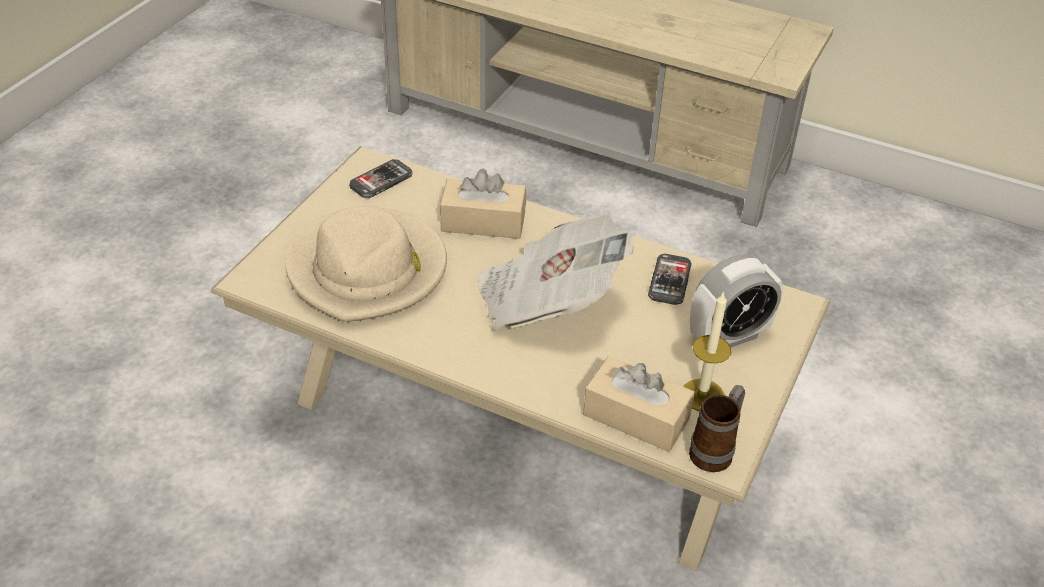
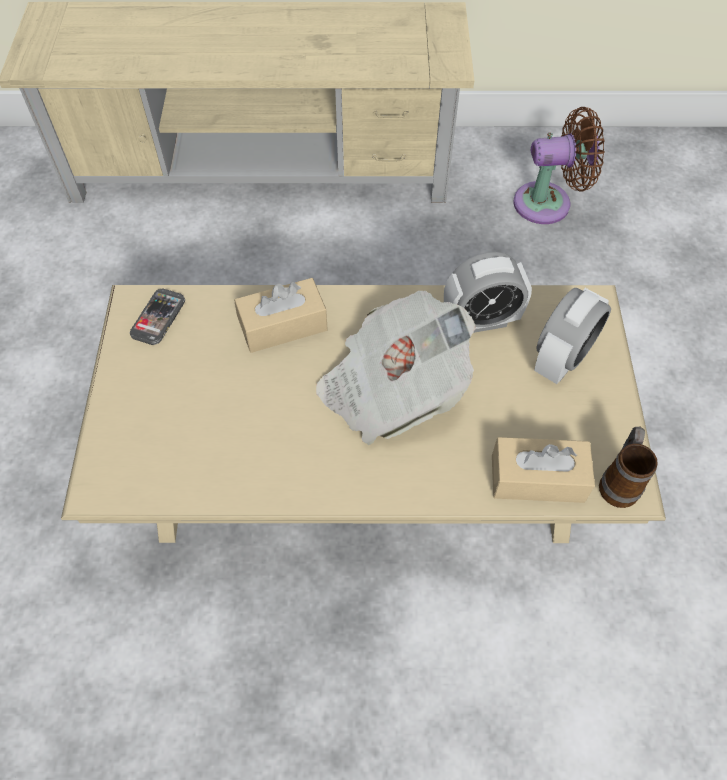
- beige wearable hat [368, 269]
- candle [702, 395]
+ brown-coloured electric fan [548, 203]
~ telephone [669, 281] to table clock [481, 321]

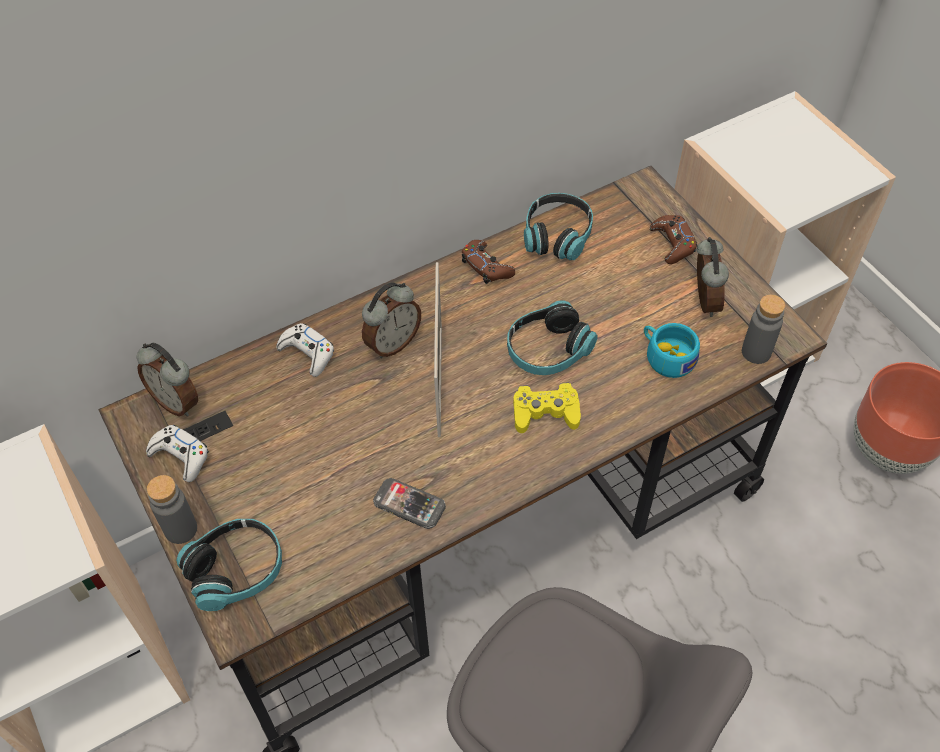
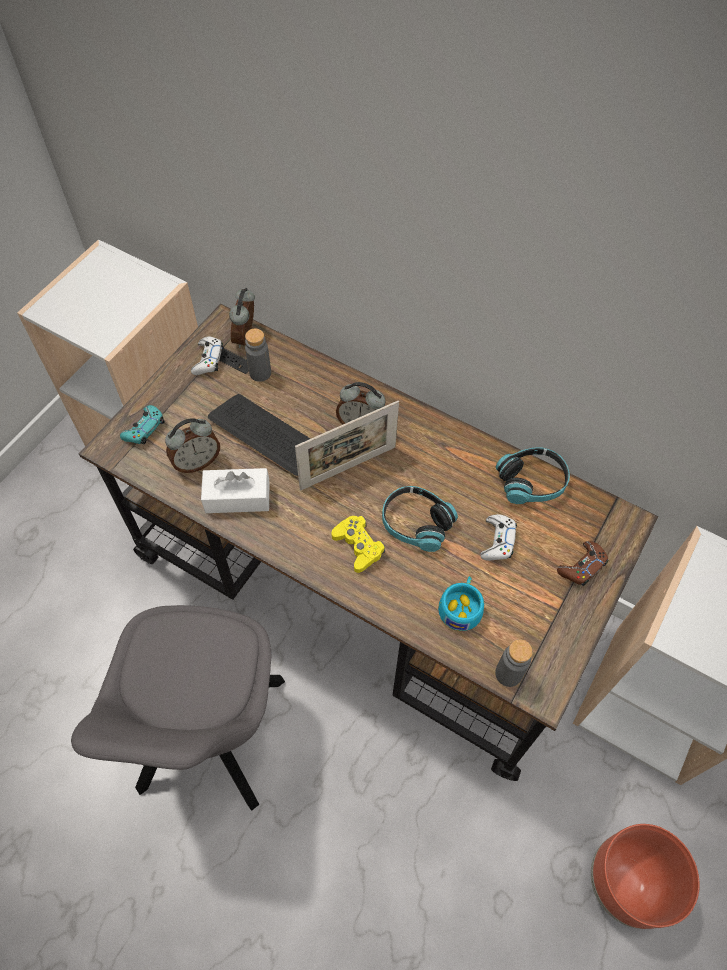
- brown-coloured game controller [486, 267]
+ PC keyboard [266, 435]
~ gray drink bottle [181, 529] to [260, 373]
~ white game controller [307, 353] to [497, 541]
~ table clock [702, 301] to [197, 462]
~ pair of headphones [236, 570] to turquoise game controller [144, 429]
~ telephone [409, 504] to white tissue box [237, 497]

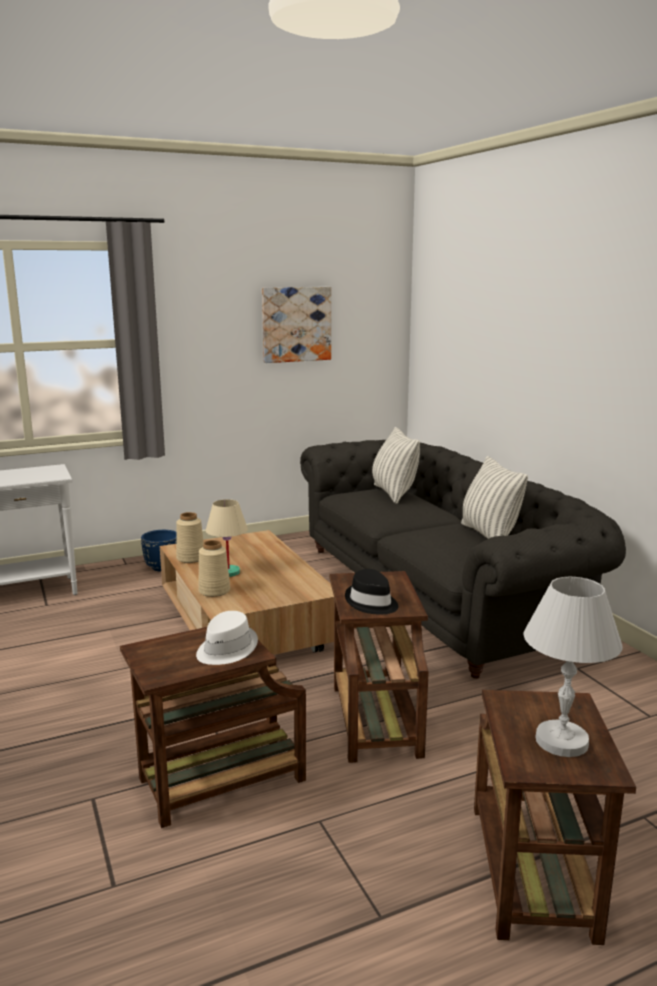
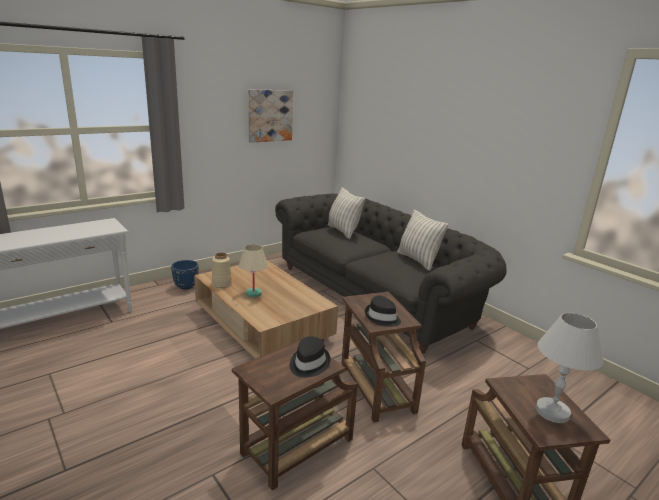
- beige decorative vase [214, 591]
~ white wearable hat [226, 649] to black wearable hat [308, 363]

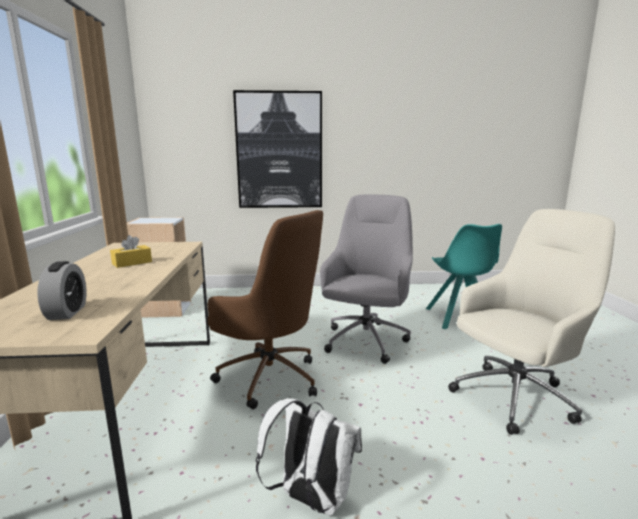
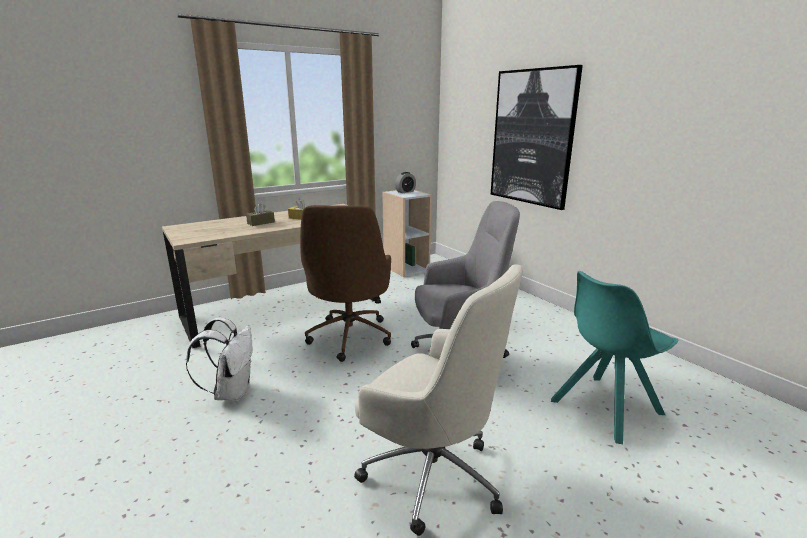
+ brown-coloured tissue box [261, 223]
~ table clock [67, 312] to [405, 192]

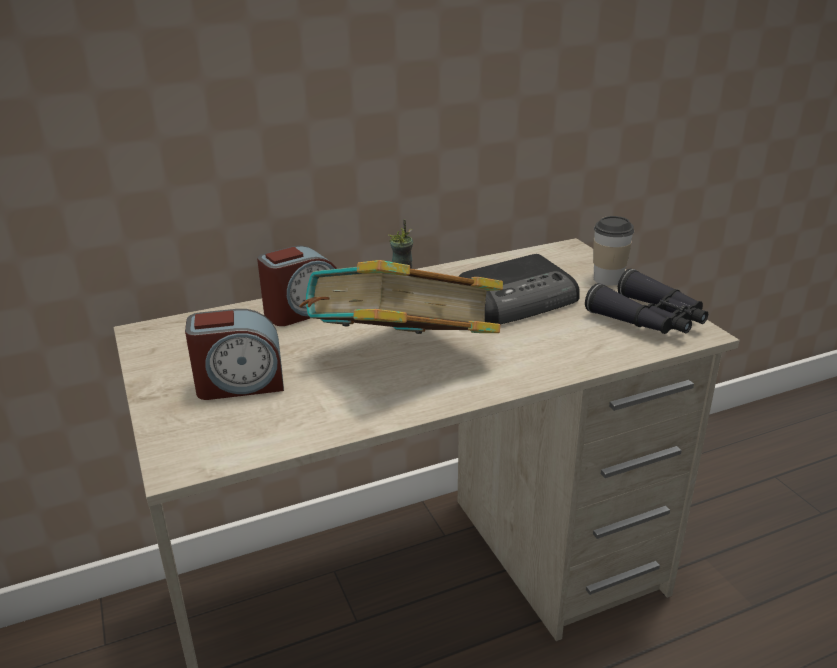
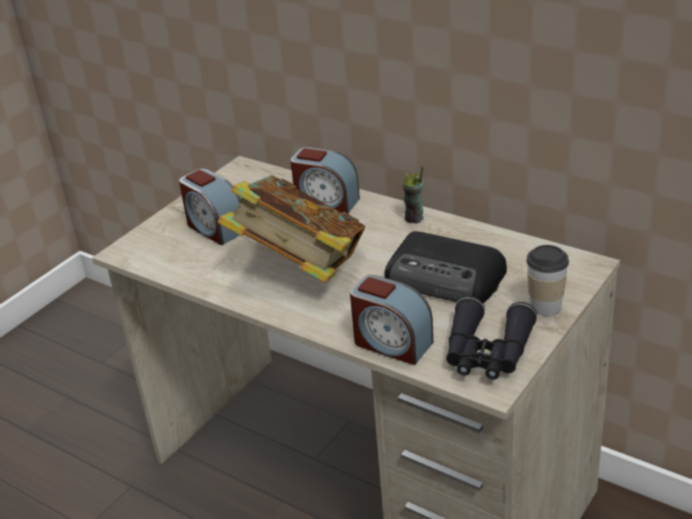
+ table clock [391, 343]

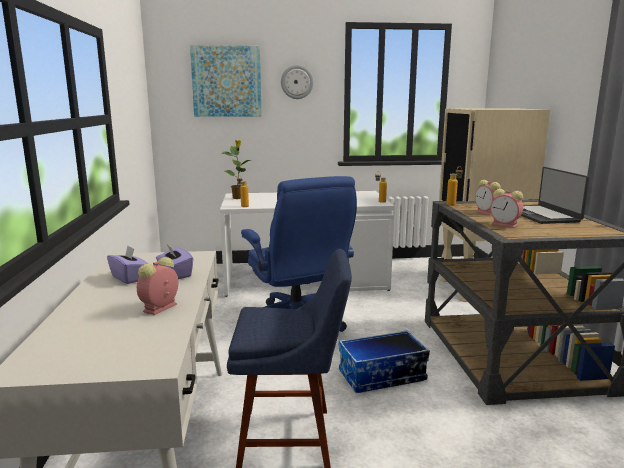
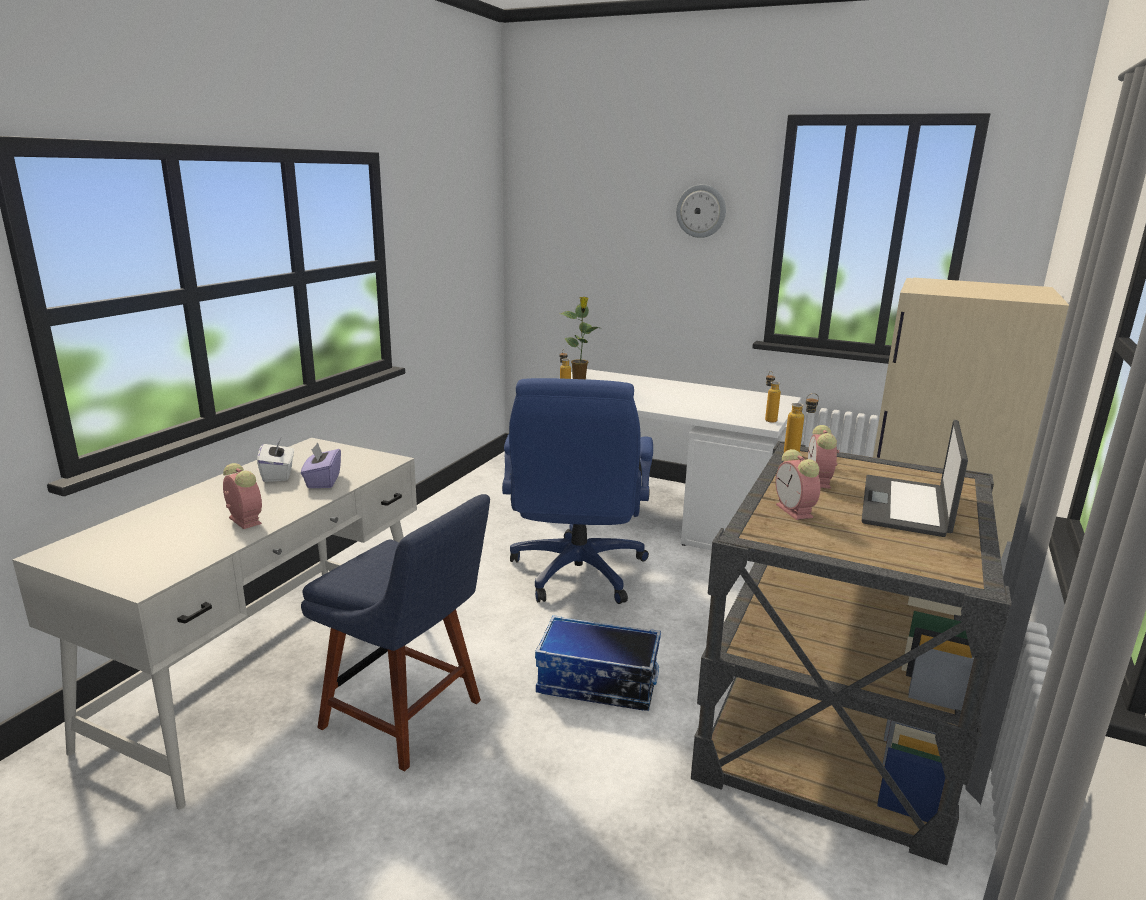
- picture [226, 81]
~ purple tissue box [129, 278] to white tissue box [278, 474]
~ table clock [159, 308] = [243, 520] 75 degrees clockwise

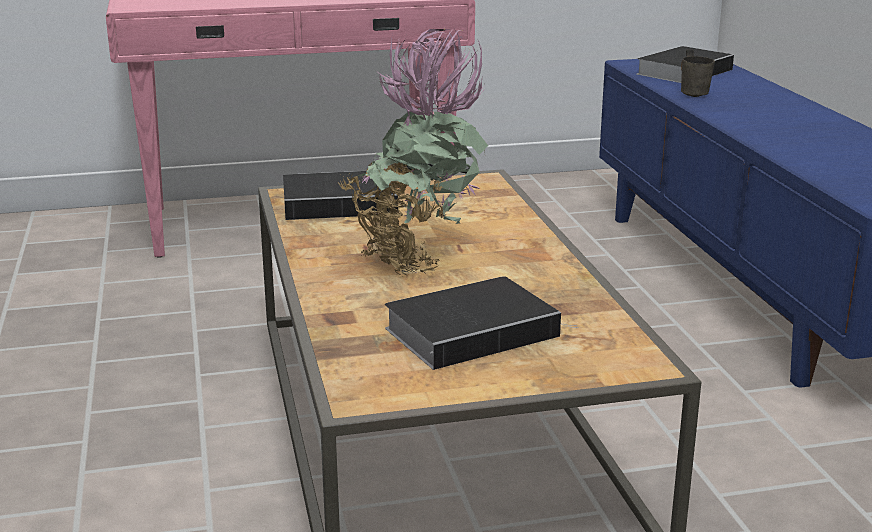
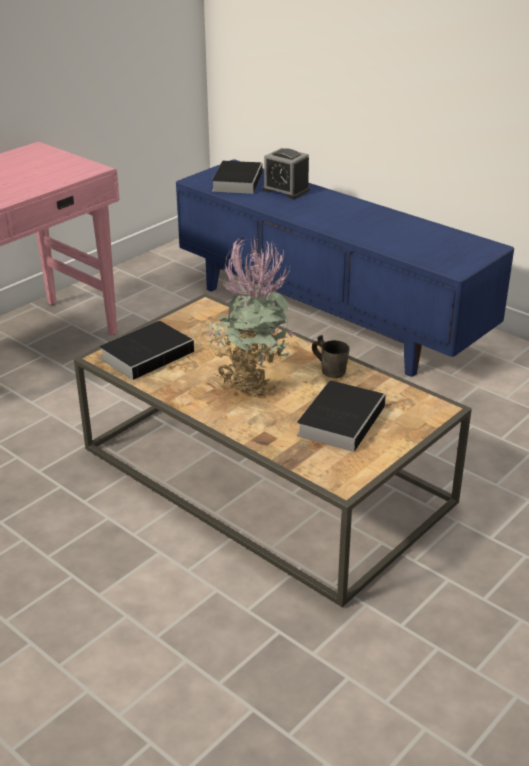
+ table clock [286, 190]
~ gray mug [695, 92] to [331, 370]

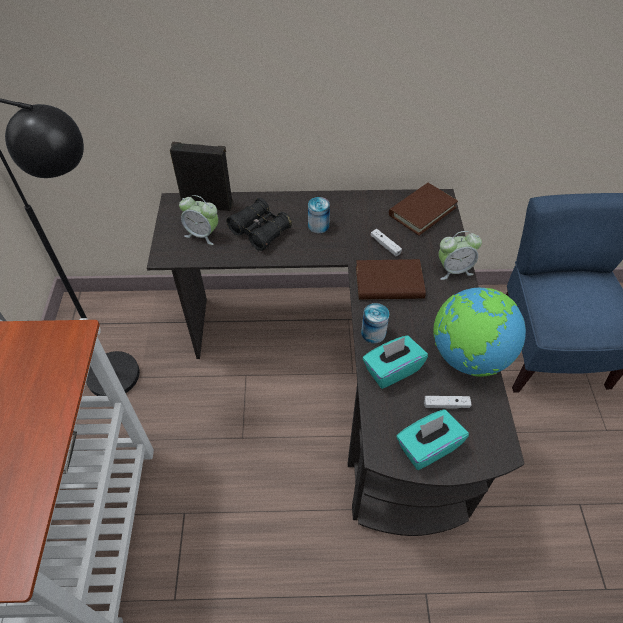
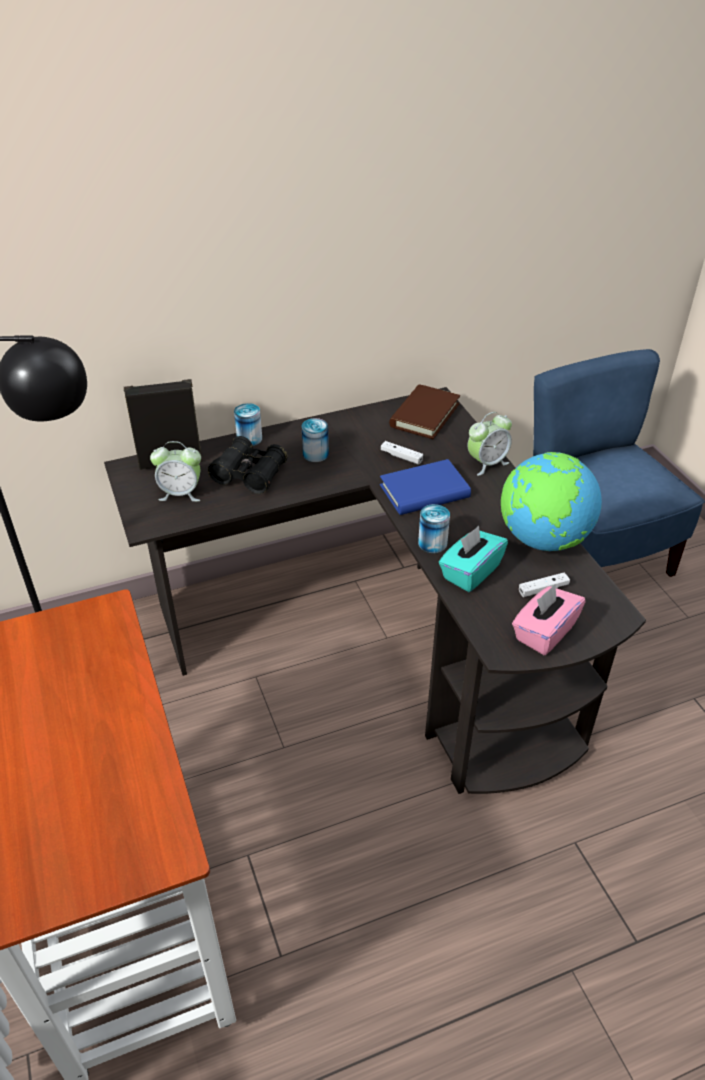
+ sealed can [249, 438]
~ brown-coloured volume [389, 283] to blue volume [424, 491]
~ turquoise tissue box [427, 447] to pink tissue box [544, 632]

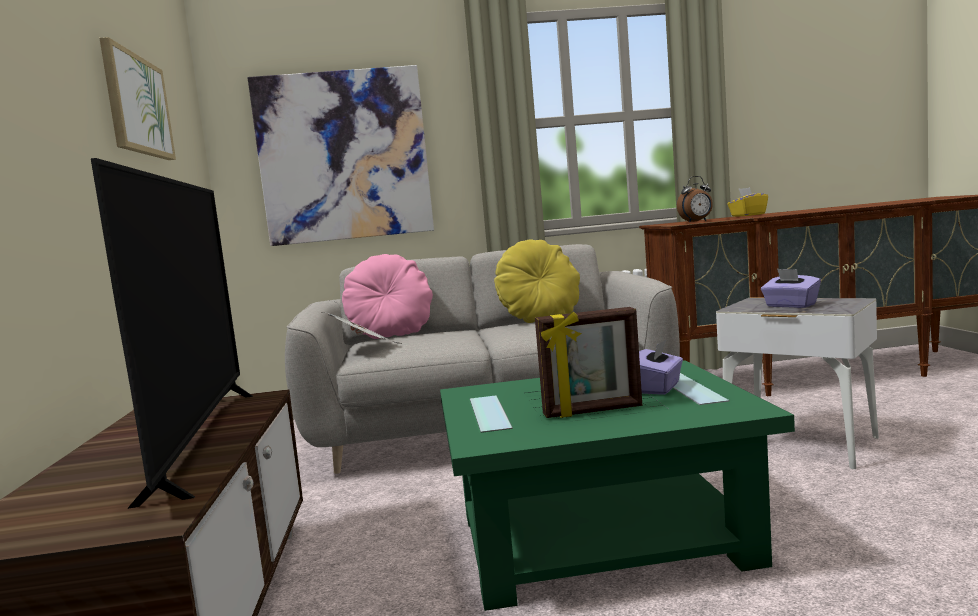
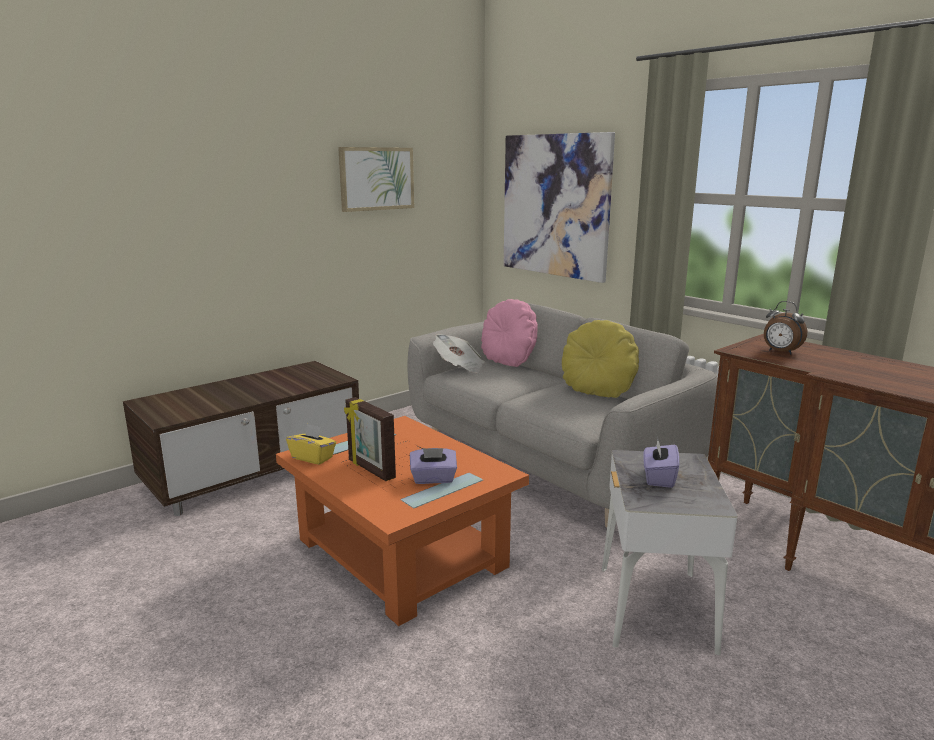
- television [205, 438]
~ yellow-coloured tissue box [748, 215] to [313, 458]
~ green low table [601, 537] to orangey low table [401, 553]

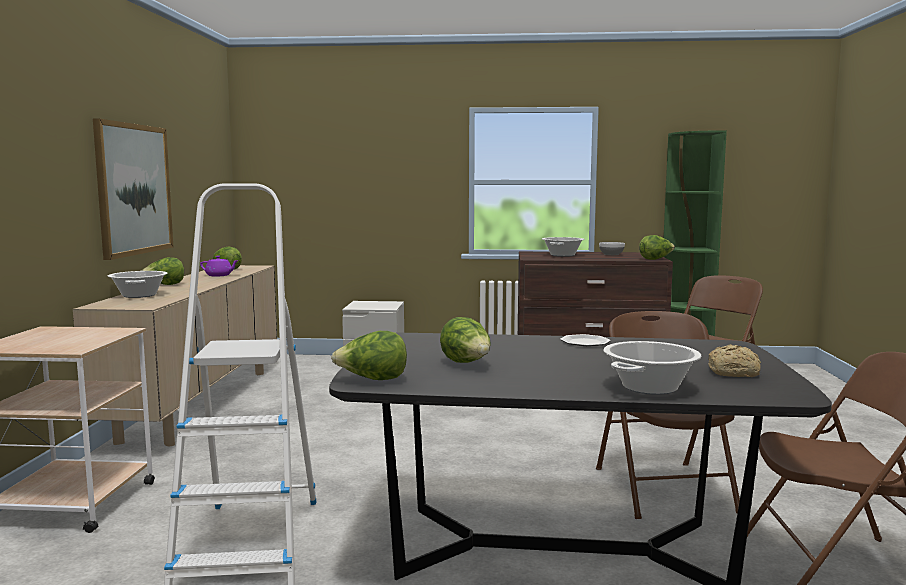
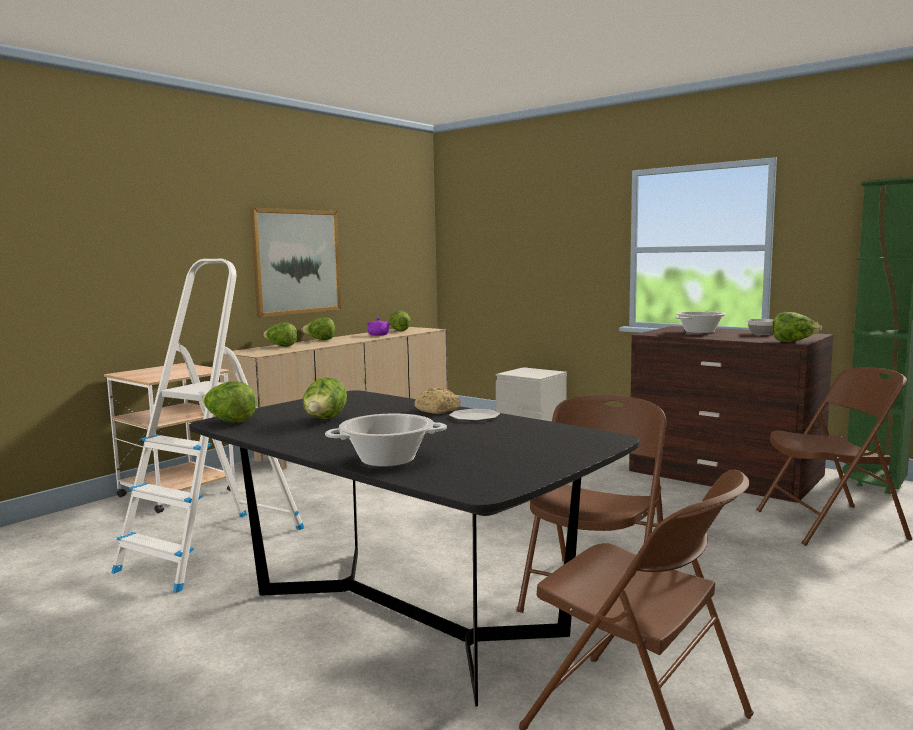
~ baked bread [734, 373] to [437, 410]
~ cooking pot [139, 295] to lettuce head [281, 346]

